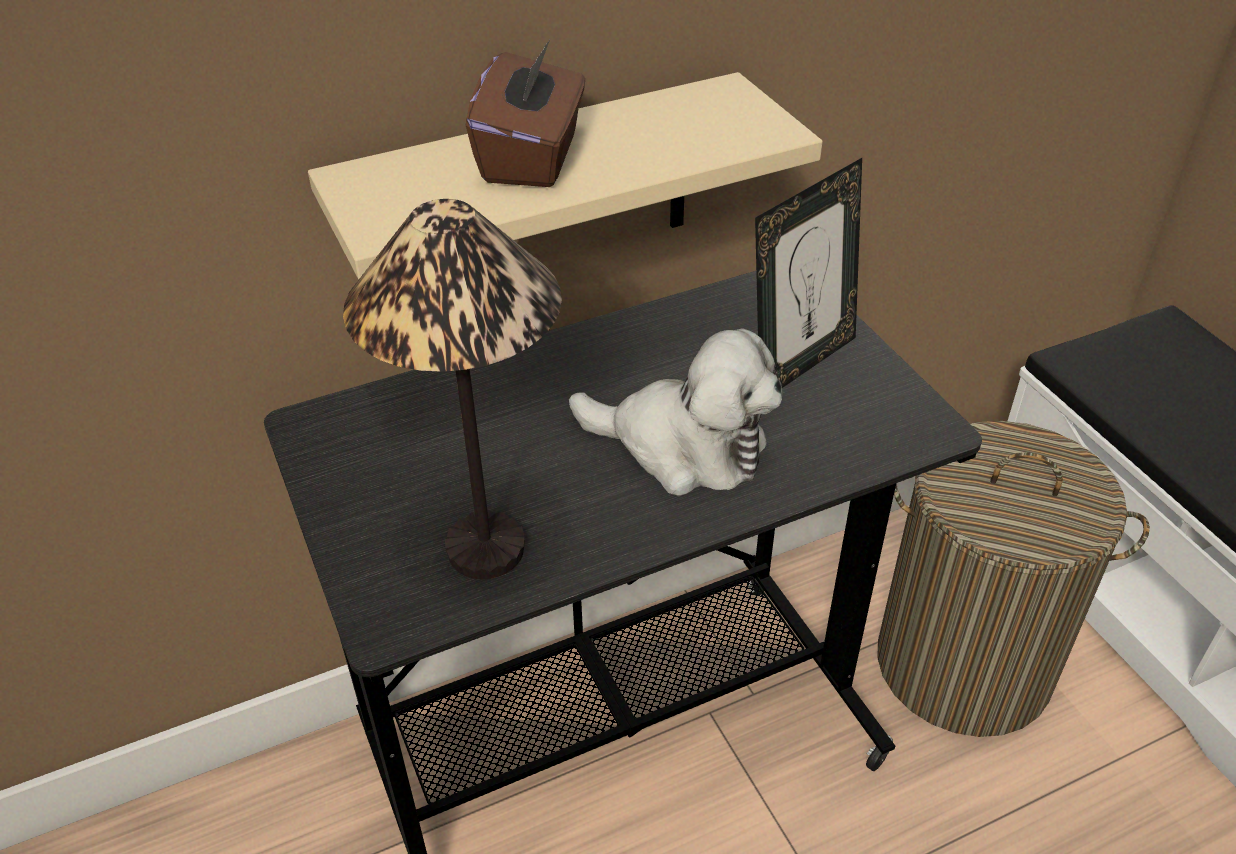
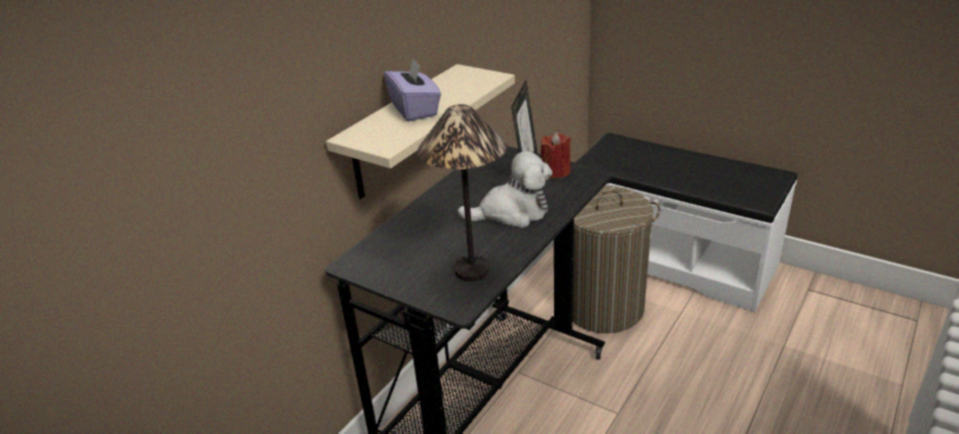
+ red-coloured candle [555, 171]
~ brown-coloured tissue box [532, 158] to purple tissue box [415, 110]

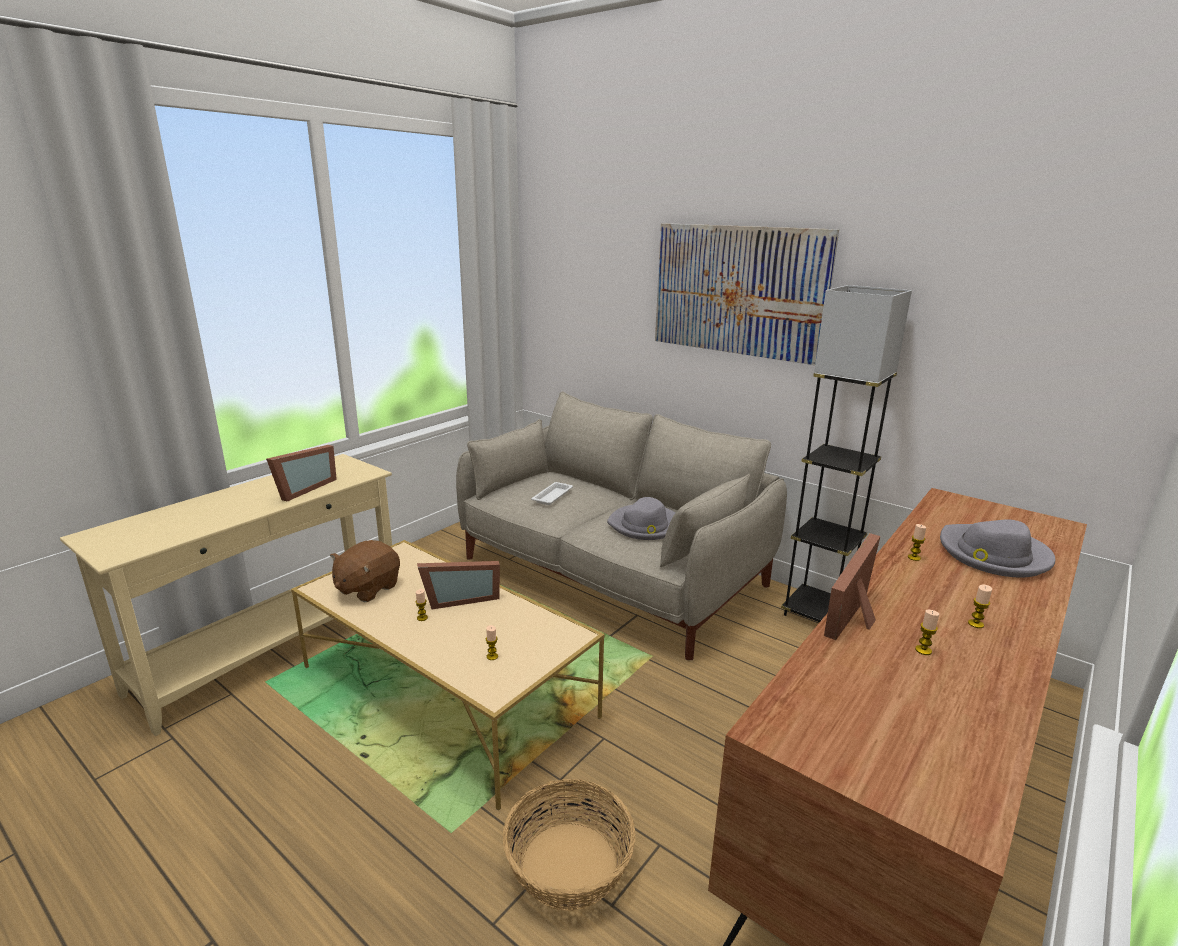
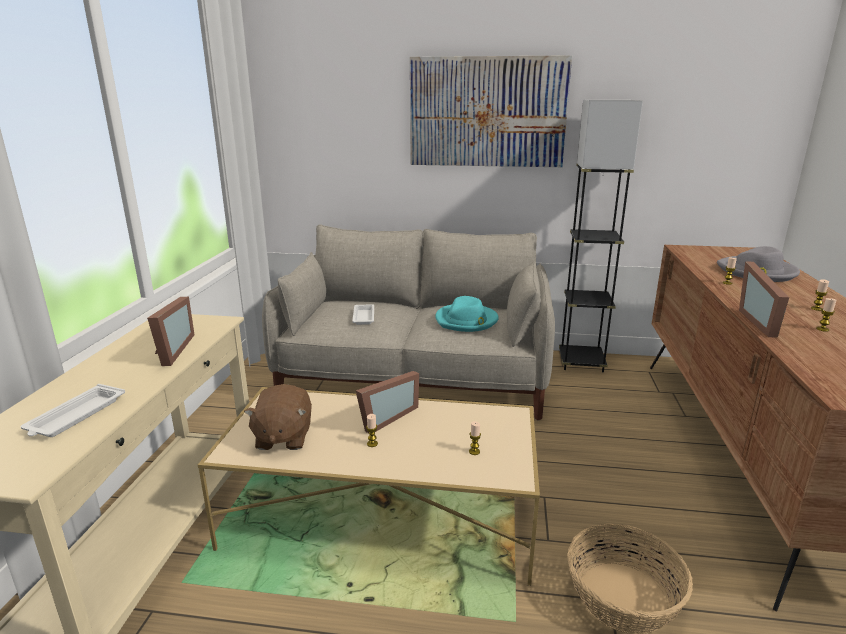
+ white carrying tray [75, 416]
~ gray wearable hat [645, 525] to turquoise wearable hat [466, 321]

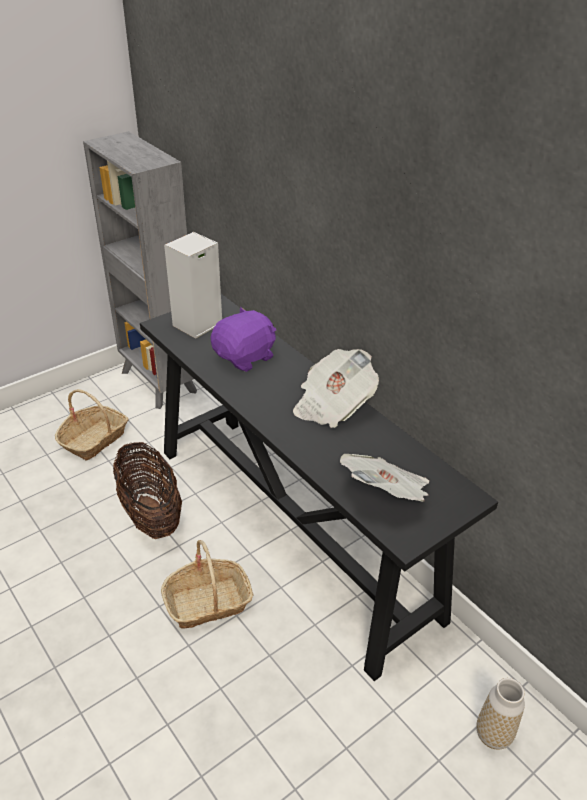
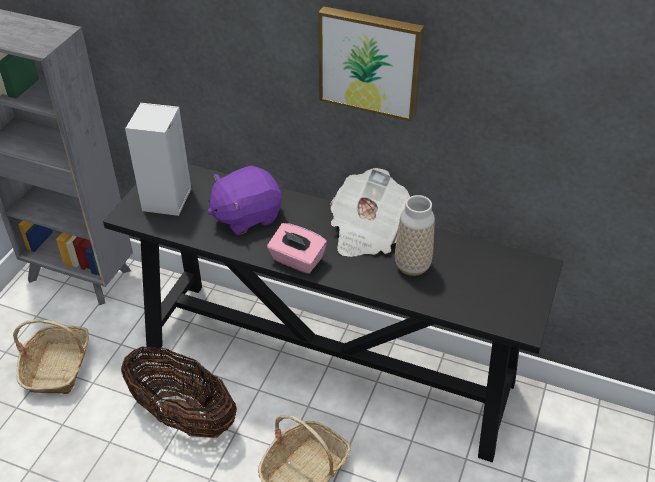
- printed paper [386, 494]
+ pink tissue box [297, 260]
+ picture [370, 62]
~ decorative vase [493, 735] to [412, 266]
~ purple soft toy [245, 357] = [246, 216] 135 degrees counterclockwise

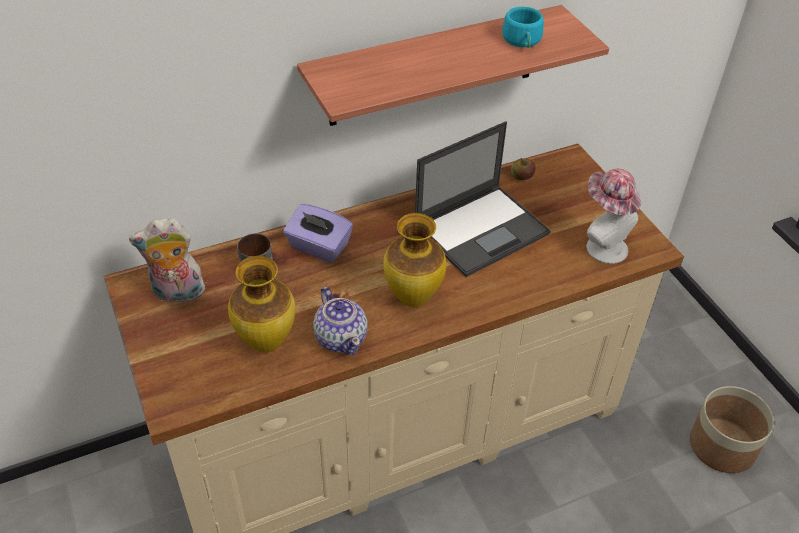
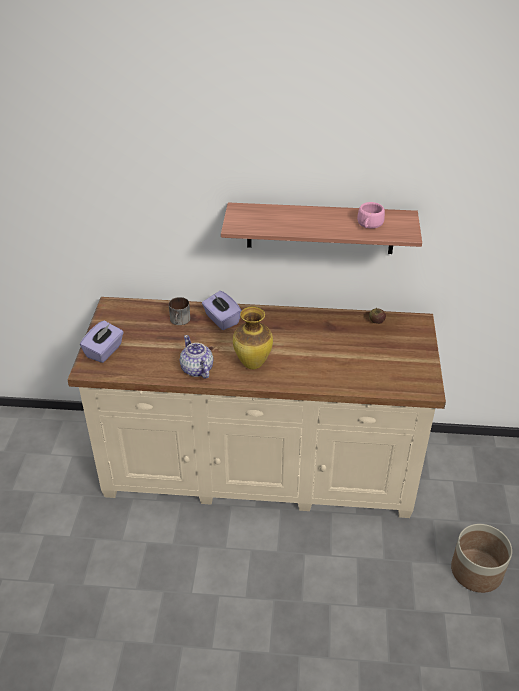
- soft toy [177, 294]
- decorative vase [267, 342]
- portable computer [482, 229]
- wearable hat [602, 245]
+ purple tissue box [104, 351]
~ turquoise small cup [522, 41] to pink small cup [369, 224]
~ pot for tea [341, 337] = [197, 369] 150 degrees clockwise

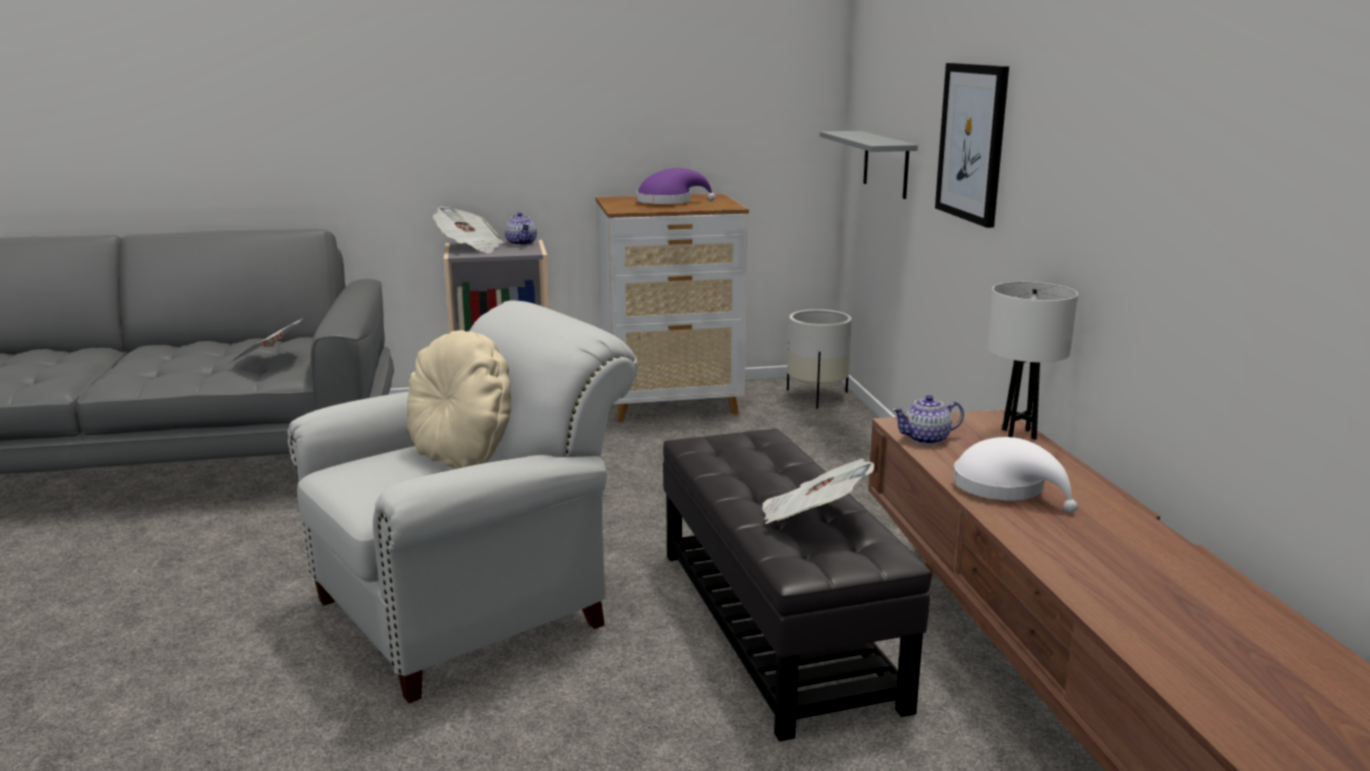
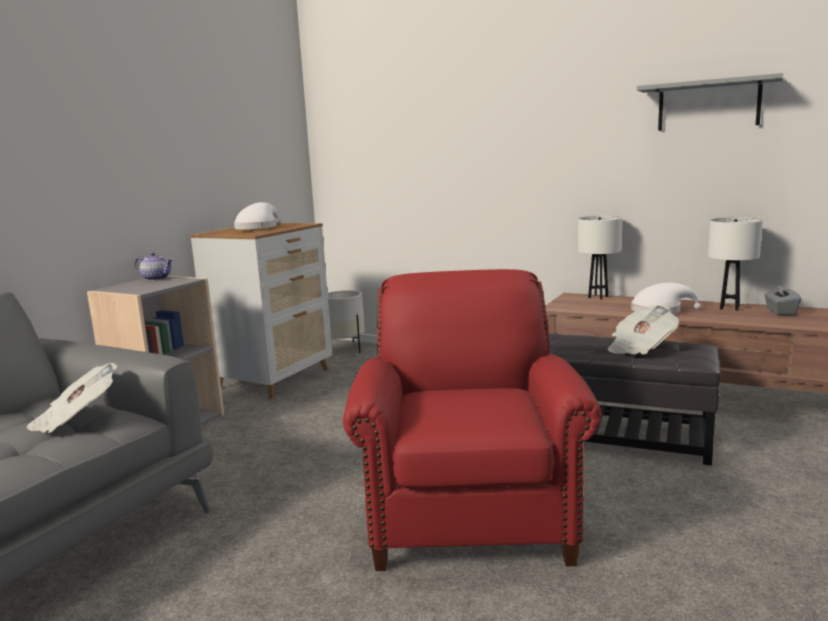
- beige pillow [462, 459]
- printed paper [469, 248]
- pot for tea [927, 439]
- picture [972, 142]
+ white tabletop lamp [729, 308]
+ gray tissue box [780, 312]
~ gray shelf [886, 164] to [708, 105]
~ white lounge chair [473, 608] to red-coloured lounge chair [469, 511]
~ purple wearable hat [669, 202] to white wearable hat [258, 228]

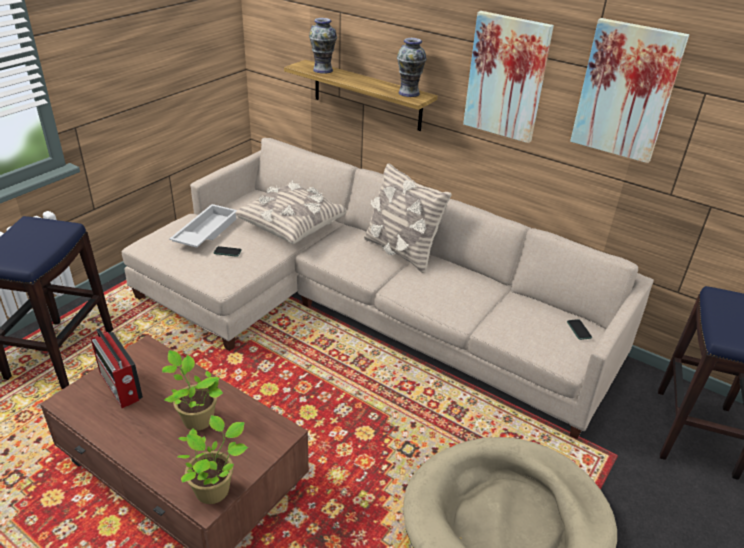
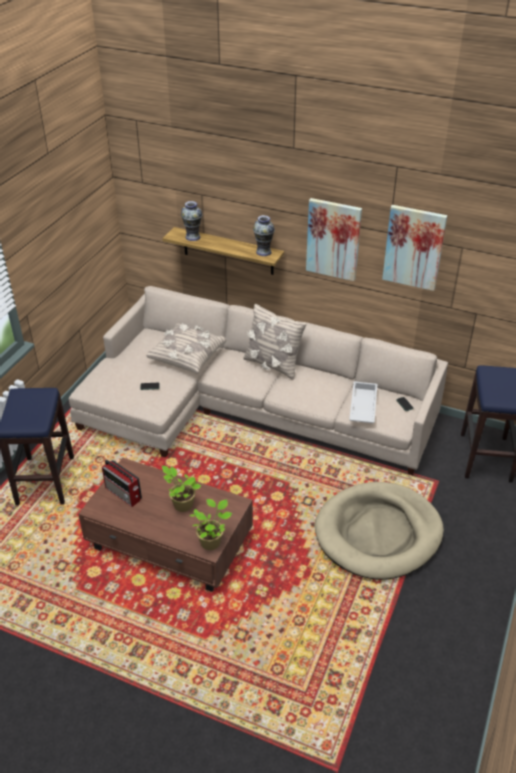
~ white carrying tray [205, 232] to [362, 406]

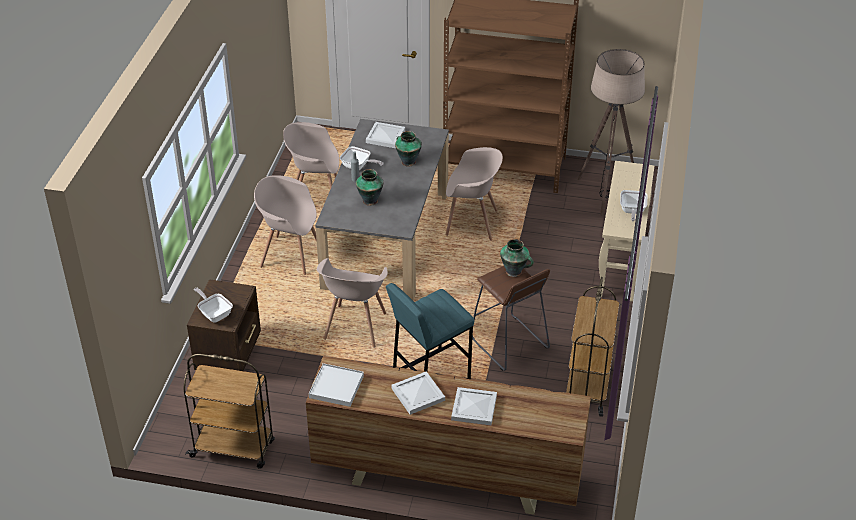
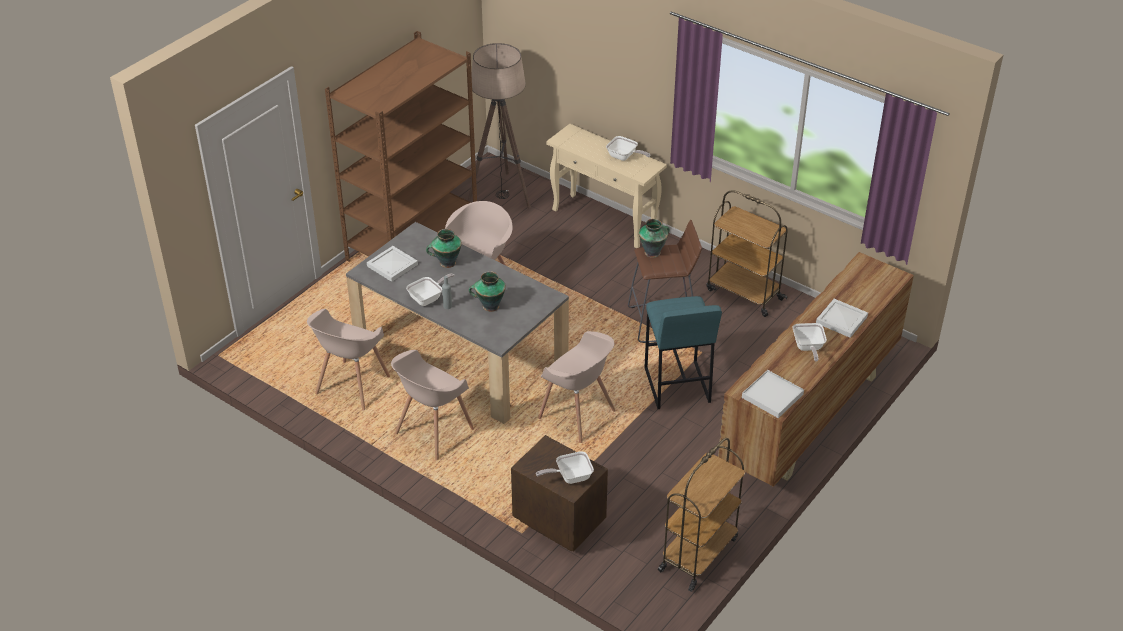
~ white carrying tray [417, 394] to pan [808, 348]

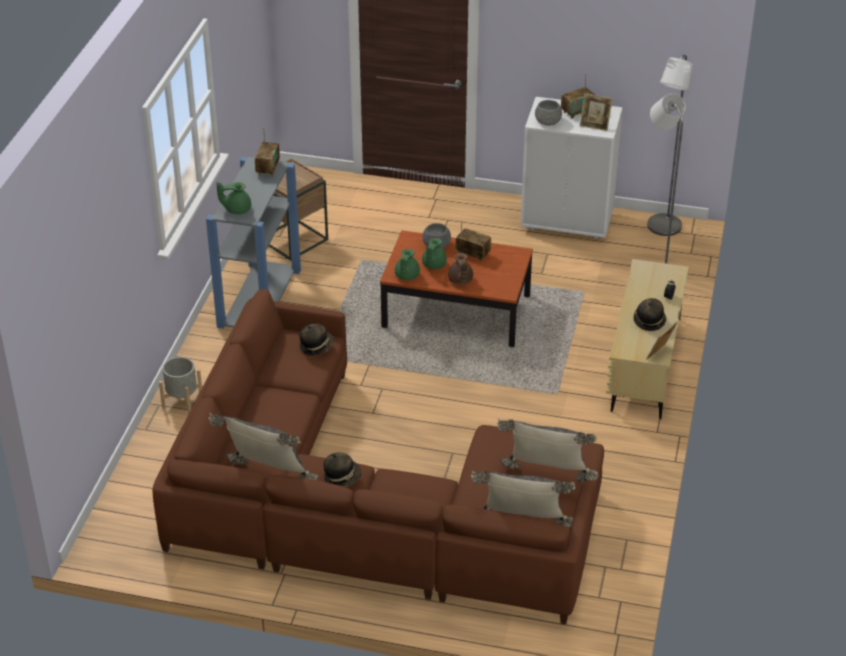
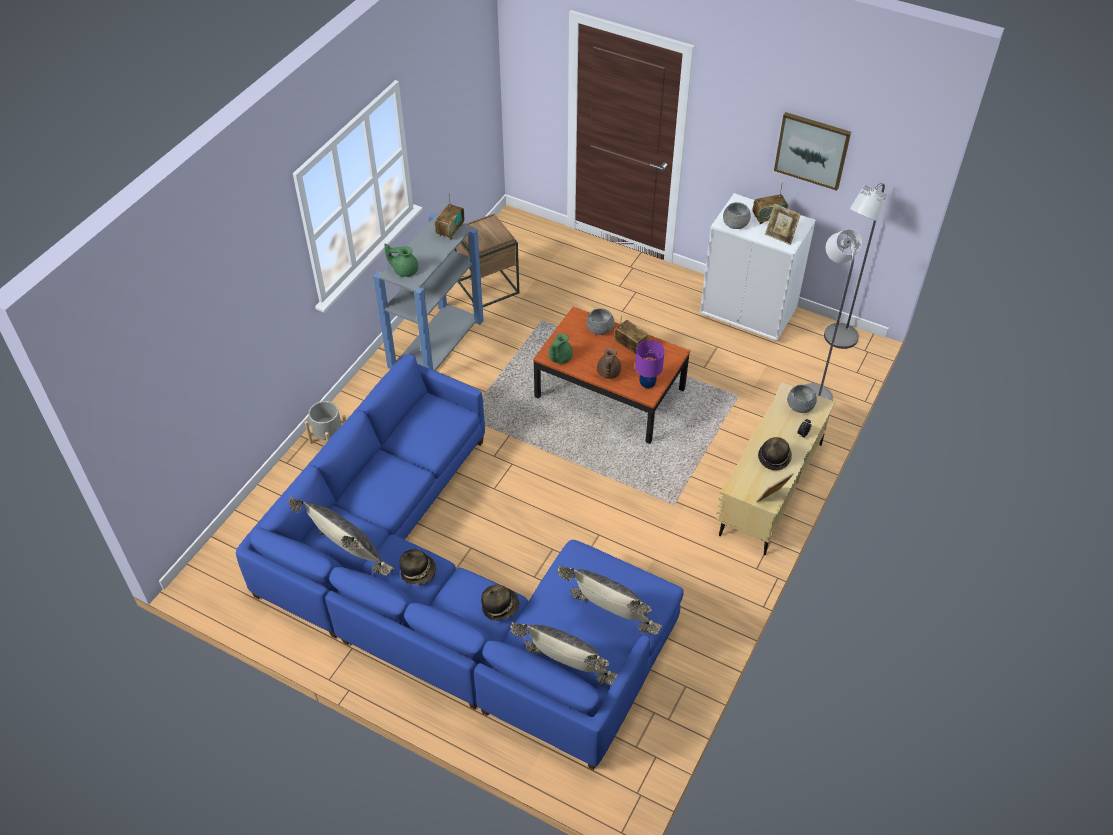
- green pot for tea [433, 265]
+ purple tabletop lamp [648, 383]
+ picture [812, 150]
+ gray serving bowl [800, 405]
~ wearable hat [316, 346] to [500, 606]
~ brown-coloured couch [367, 506] to blue couch [453, 590]

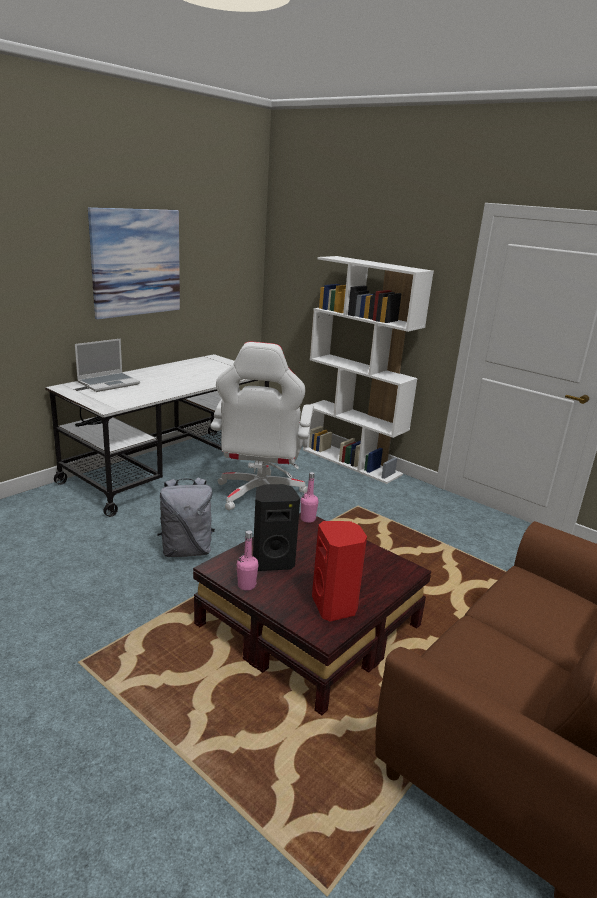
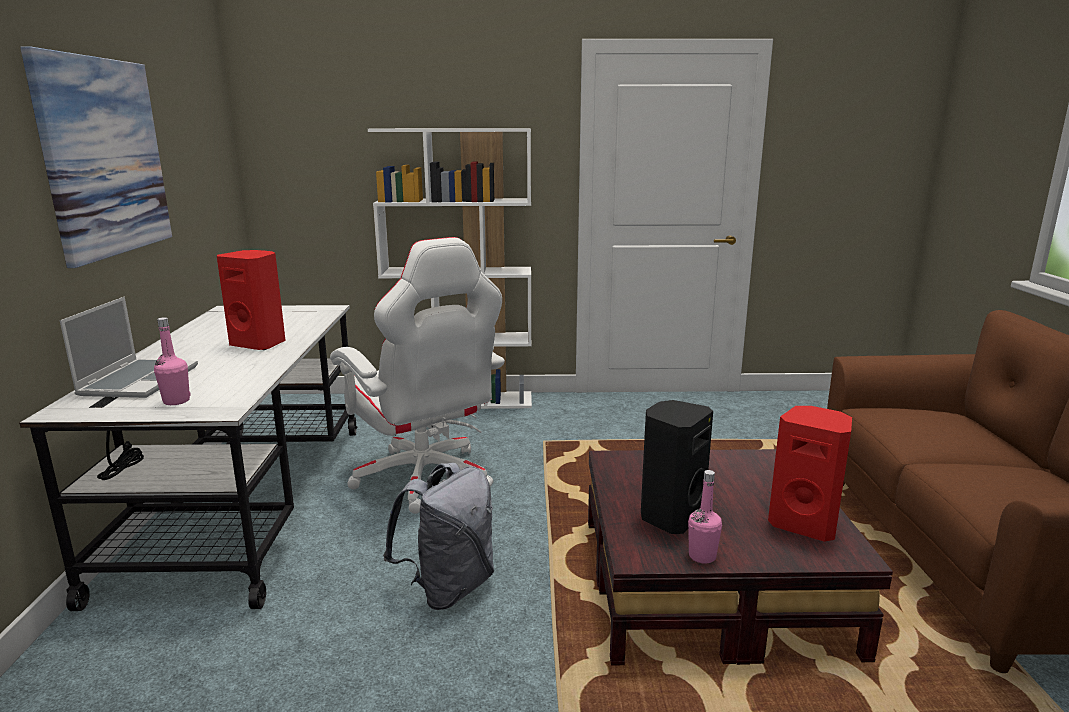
+ red-coloured speaker [260, 344]
~ pink drink bottle [308, 519] to [176, 401]

